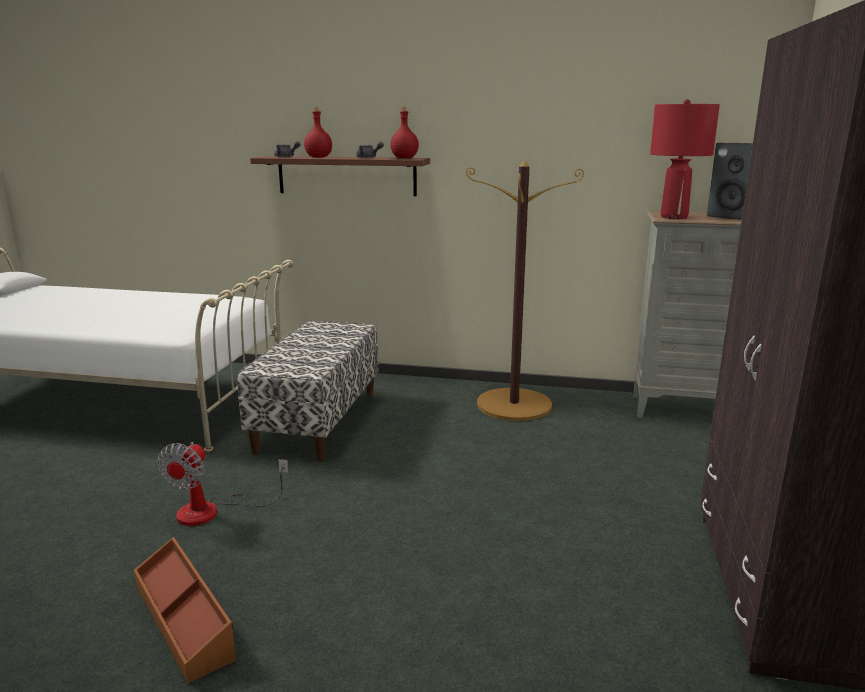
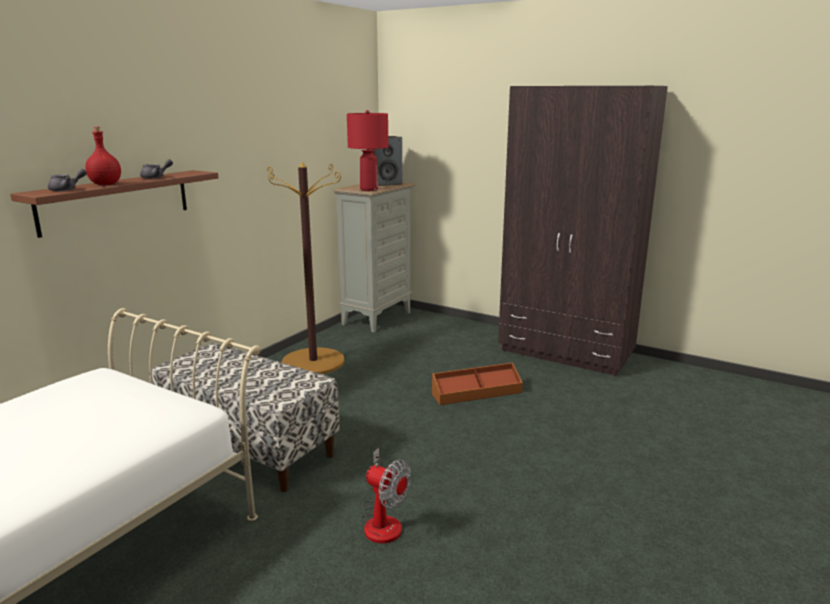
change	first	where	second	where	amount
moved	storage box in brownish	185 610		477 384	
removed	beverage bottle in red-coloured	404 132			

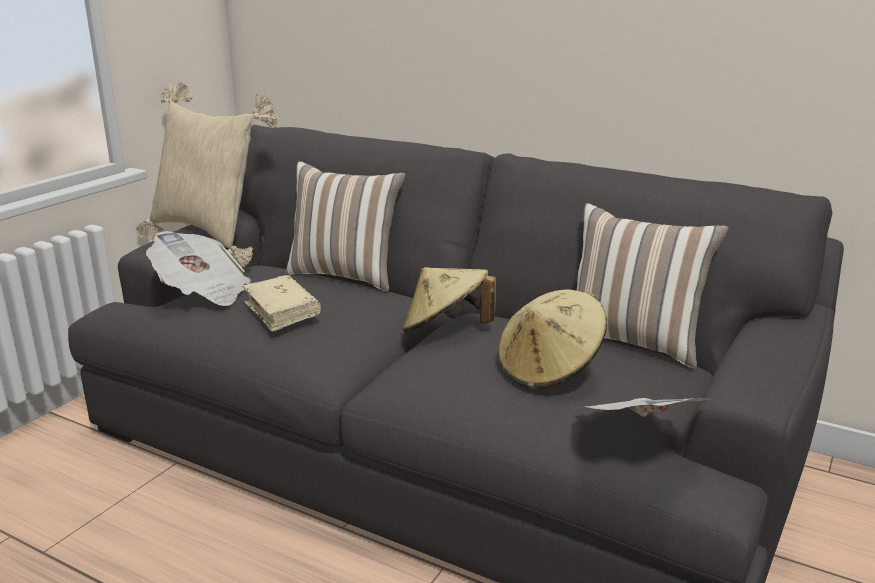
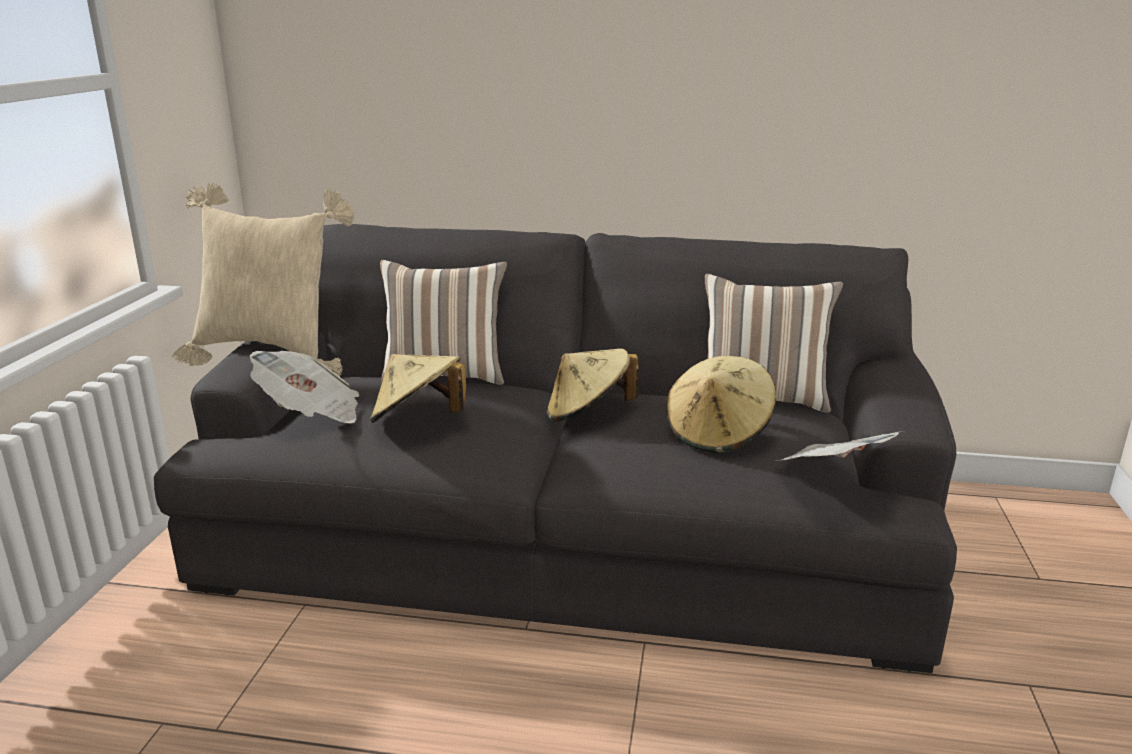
change	first	where	second	where	amount
replaced	volume in beige	281 303	hat in beige	418 388	

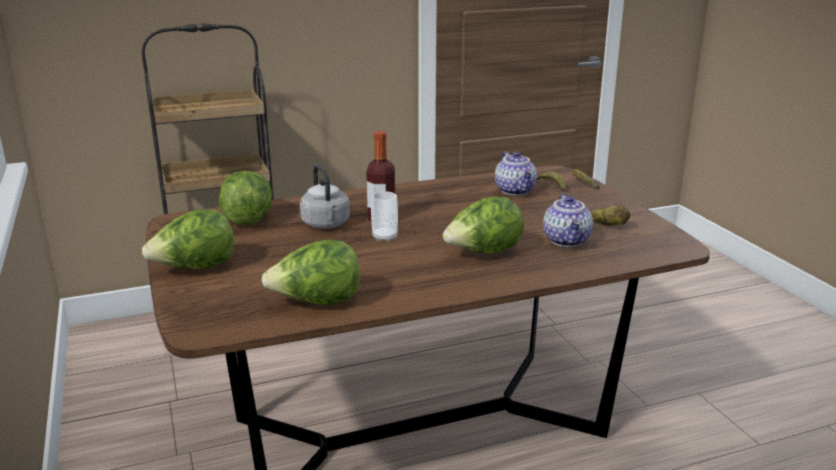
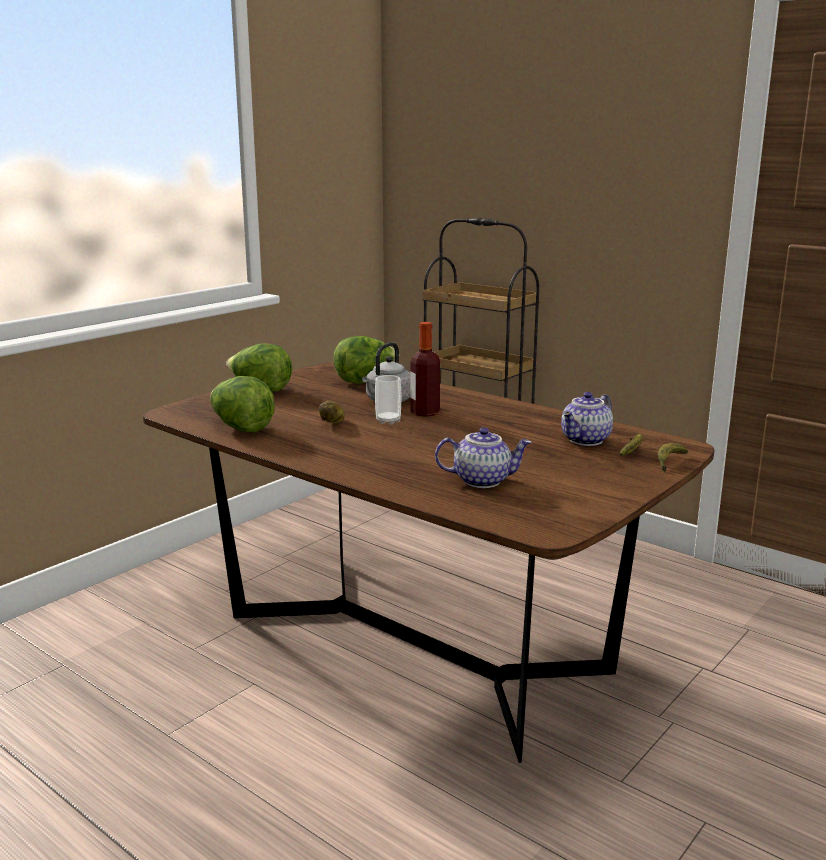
change	first	where	second	where	amount
removed	head of lettuce	483 225			
turned	teapot	568 220		483 457	150 degrees counterclockwise
moved	spud	610 215		332 412	

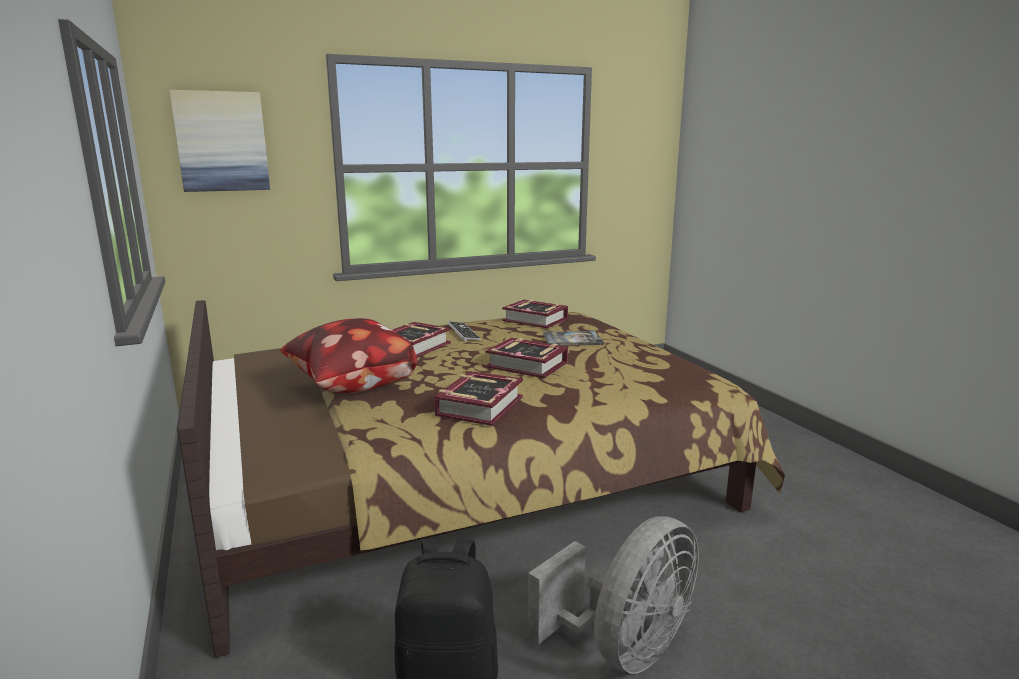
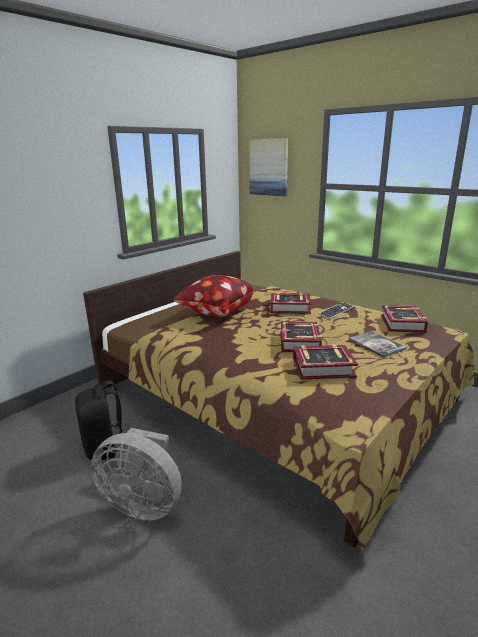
change	first	where	second	where	amount
moved	volume	478 398		325 362	

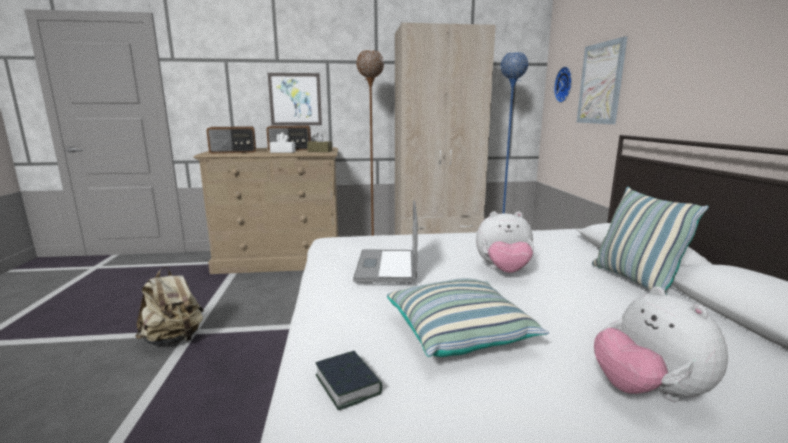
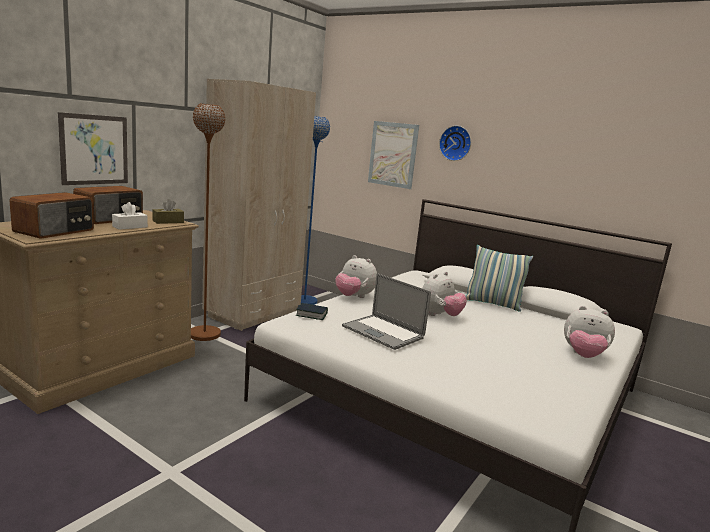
change	first	where	second	where	amount
removed	backpack in beige	169 306			
moved	volume	348 380		312 311	
removed	cushion	468 317			
moved	clock on the wall	563 85		455 143	
added			soft toy	356 276	

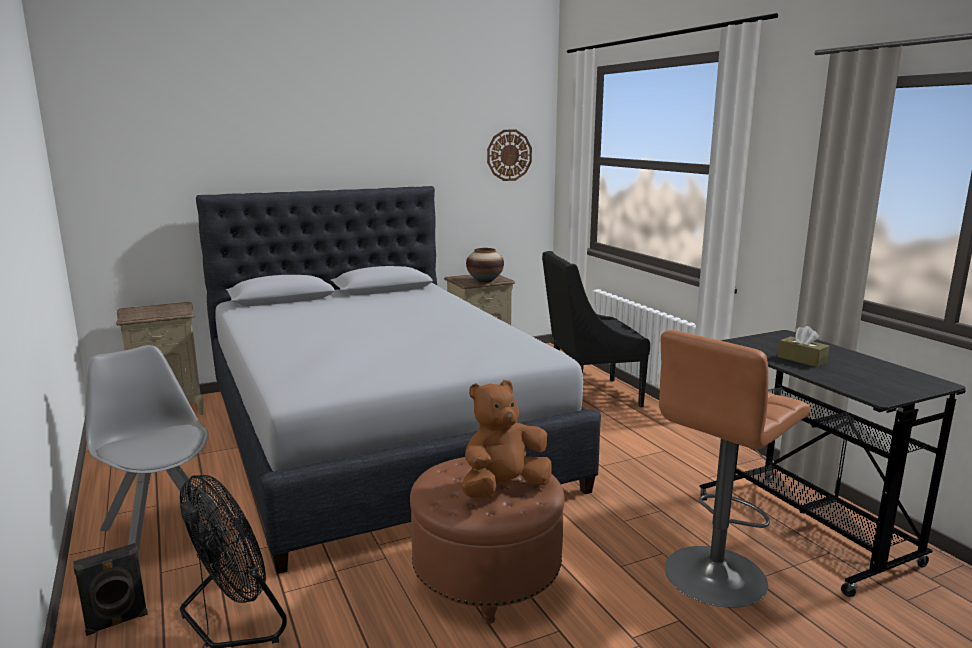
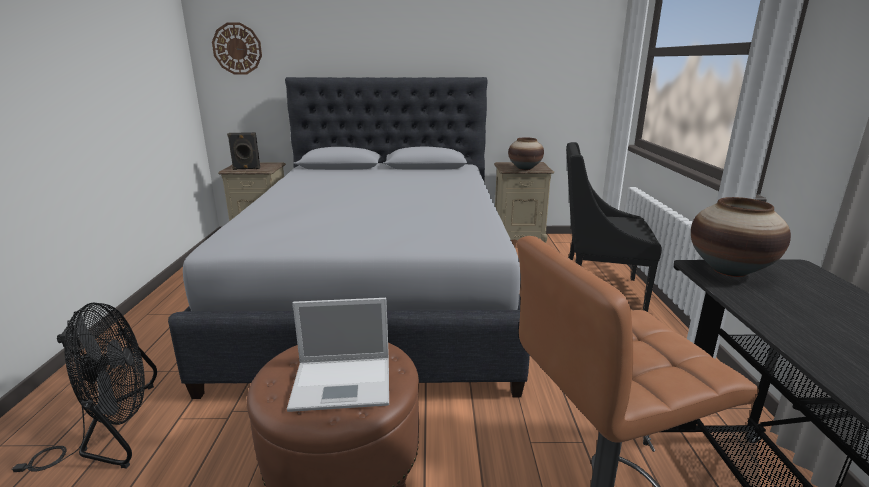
change	first	where	second	where	amount
moved	speaker in blackish	110 589		243 151	
removed	plain chair in greyish	156 449			
replaced	soft toy in brownish	507 439	portable computer	338 355	
moved	clock on the wall	509 155		237 48	
removed	box of tissues in brownish	804 346			
added			decorative vase	741 237	

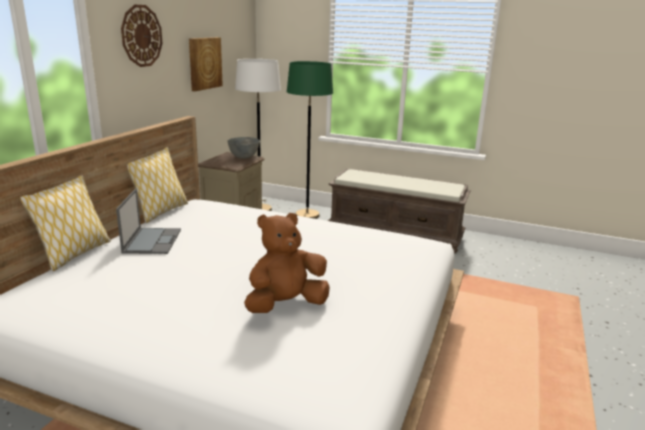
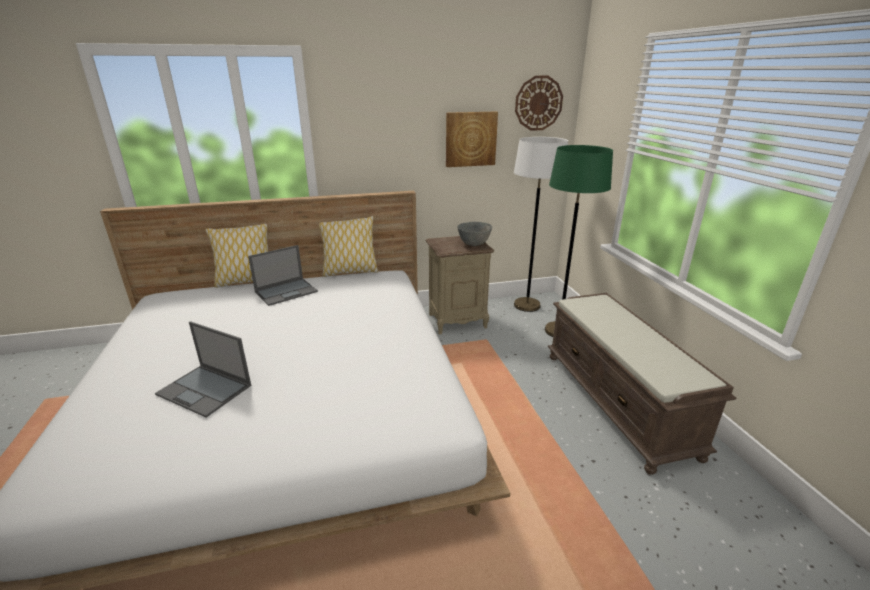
change	first	where	second	where	amount
moved	clock on the wall	142 36		539 103	
replaced	soft toy in brownish	287 263	portable computer	203 369	

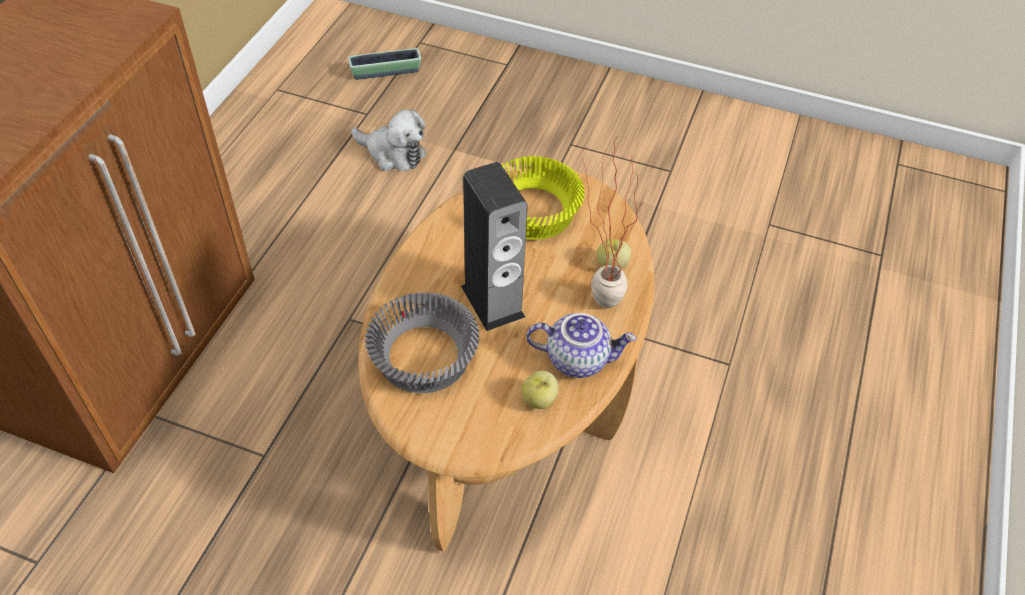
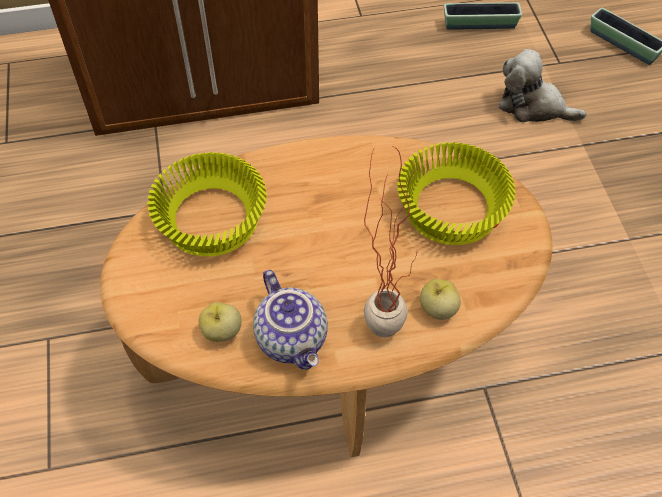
change	first	where	second	where	amount
turned	soft toy	388 140		543 85	120 degrees clockwise
recoloured	serving bowl in greyish	422 342	serving bowl in yellow	207 204	
removed	speaker	494 246			
added			plant pot	483 16	

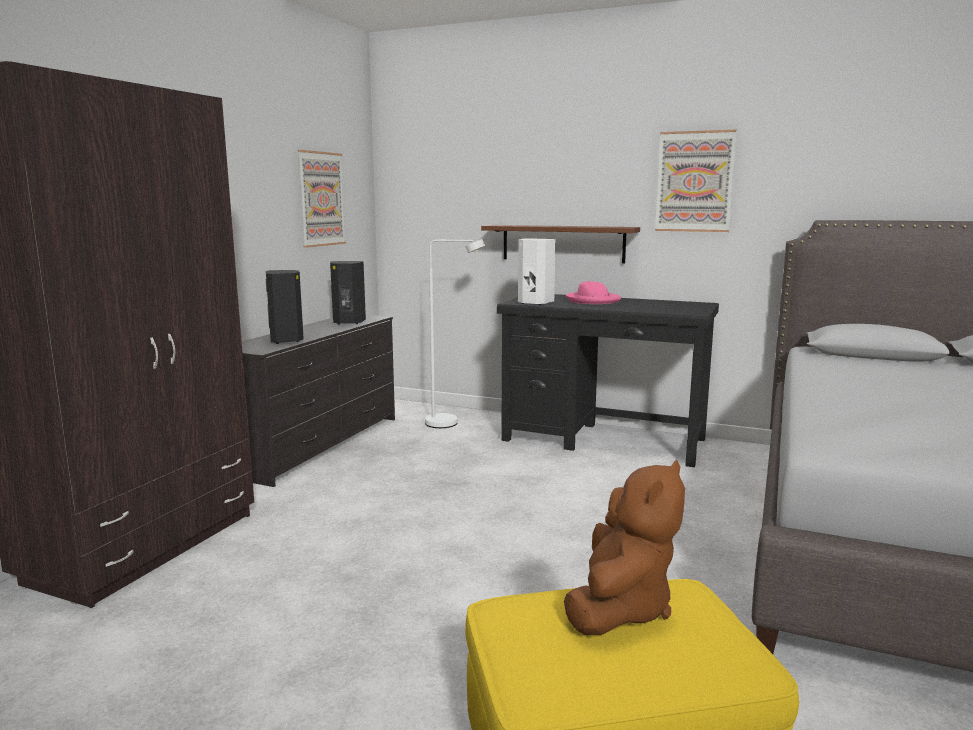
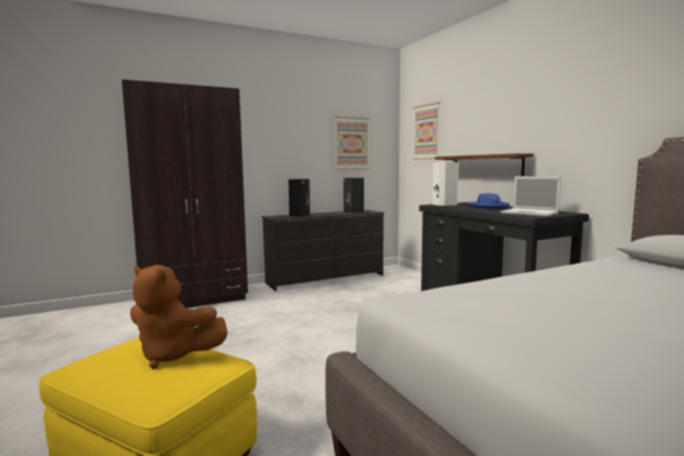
change	first	where	second	where	amount
removed	standing lamp in white-coloured	455 333			
turned	soft toy in brownish	624 547		179 317	45 degrees clockwise
recoloured	hat in pinkish	593 292	hat in blue-coloured	489 201	
moved	wall picture	696 180		427 130	
added			portable computer	531 196	

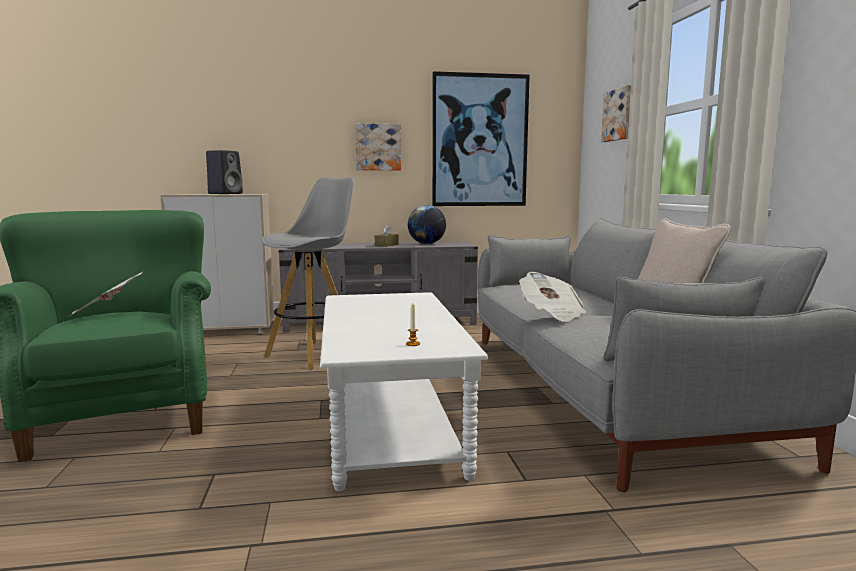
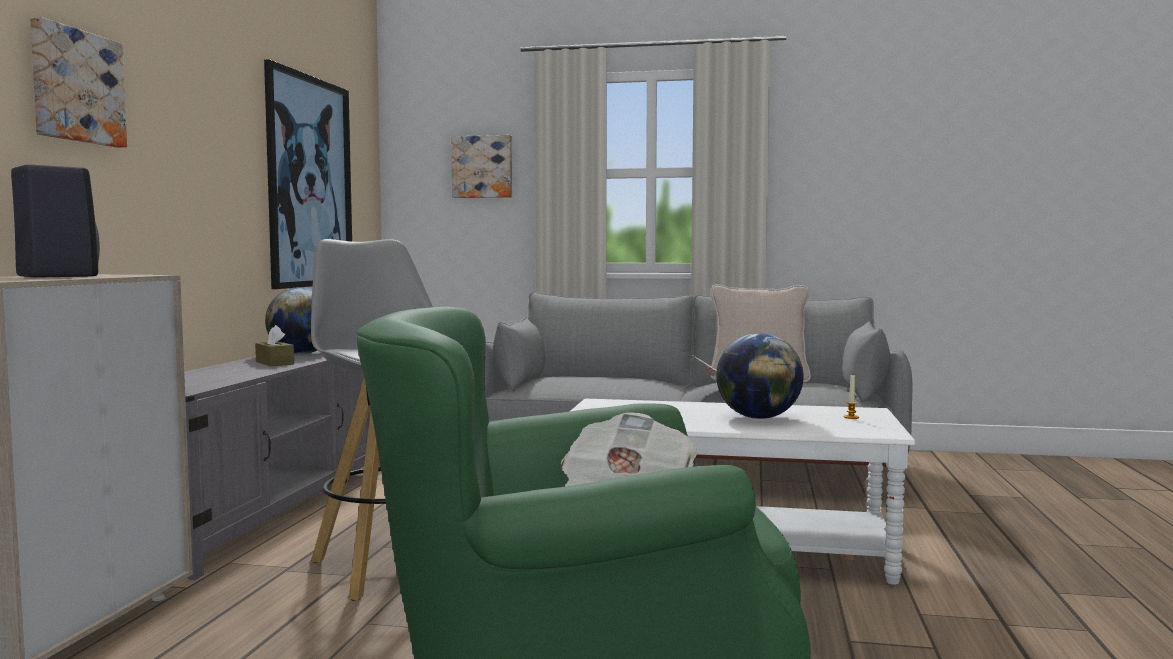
change	first	where	second	where	amount
moved	wall picture	378 146		78 82	
added			globe	760 376	

